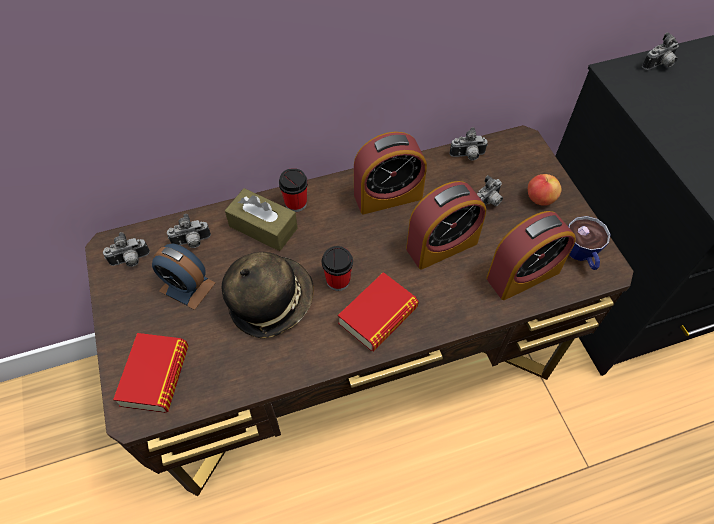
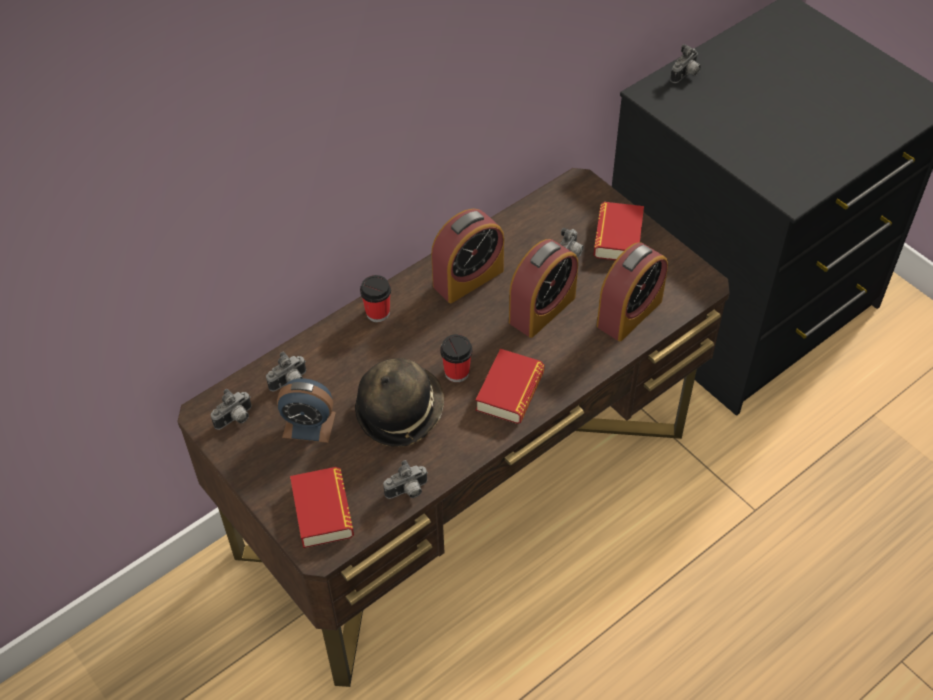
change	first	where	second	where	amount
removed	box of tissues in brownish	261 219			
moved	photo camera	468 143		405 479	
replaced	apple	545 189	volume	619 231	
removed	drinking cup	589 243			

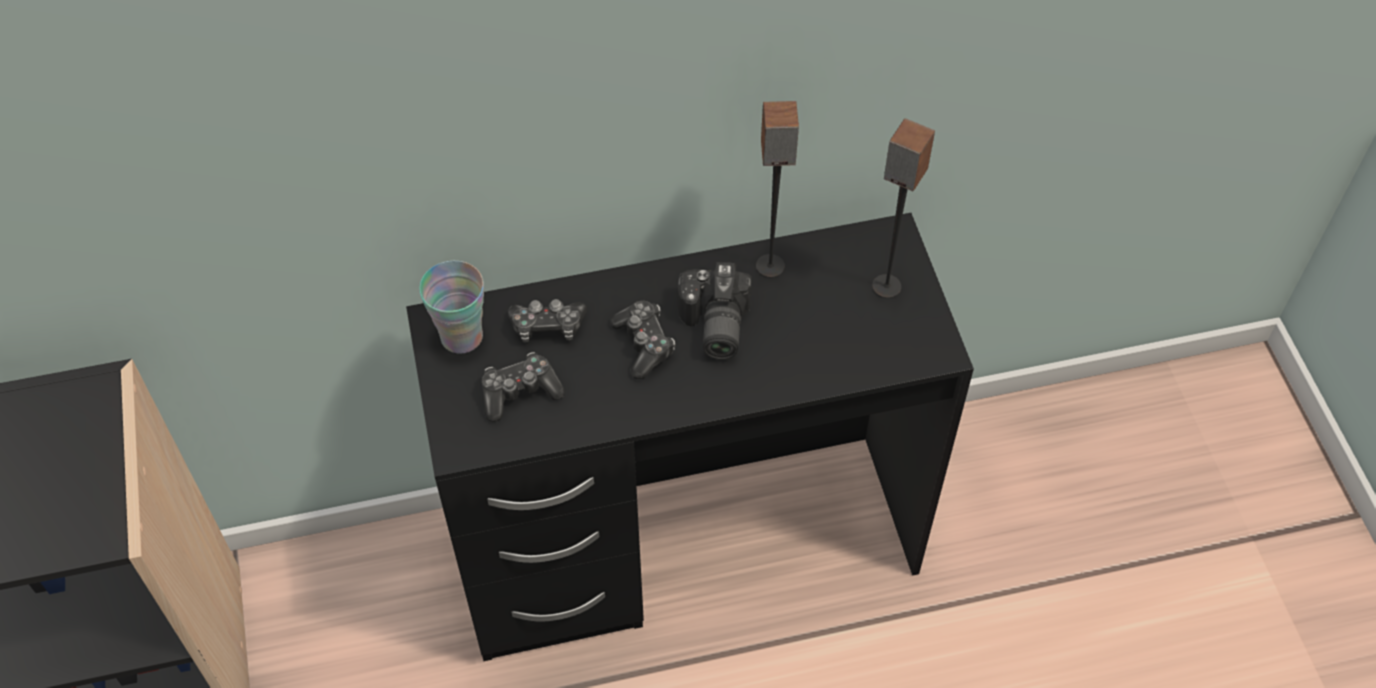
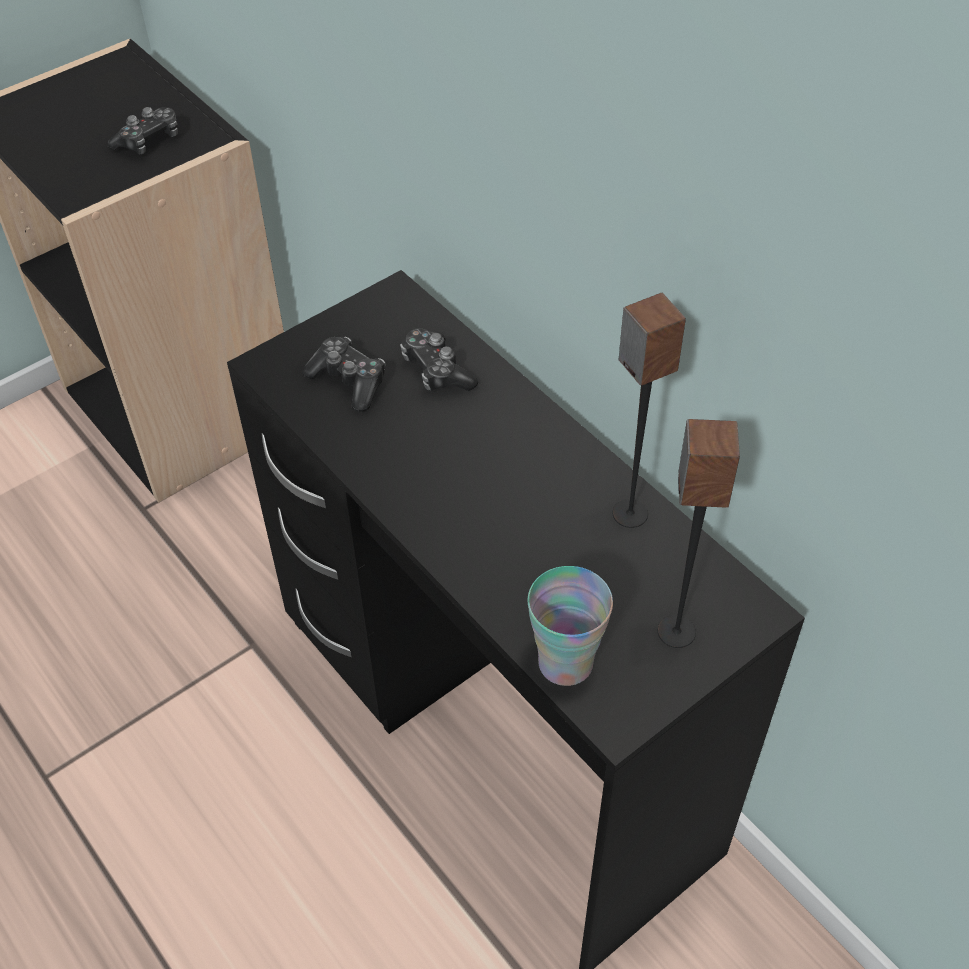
change	first	where	second	where	amount
moved	drinking cup	451 307		570 626	
moved	gamepad	642 340		142 131	
removed	photo camera	714 311			

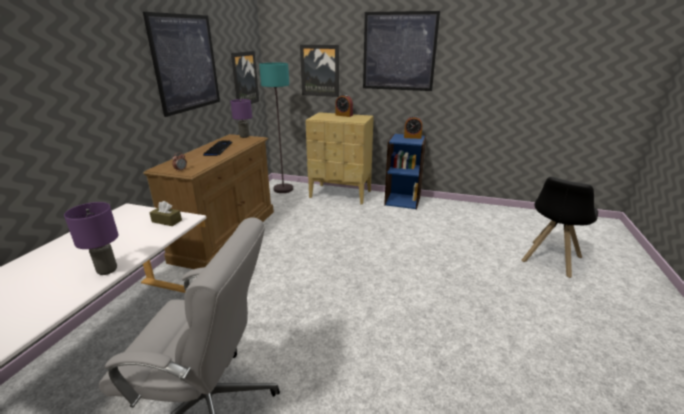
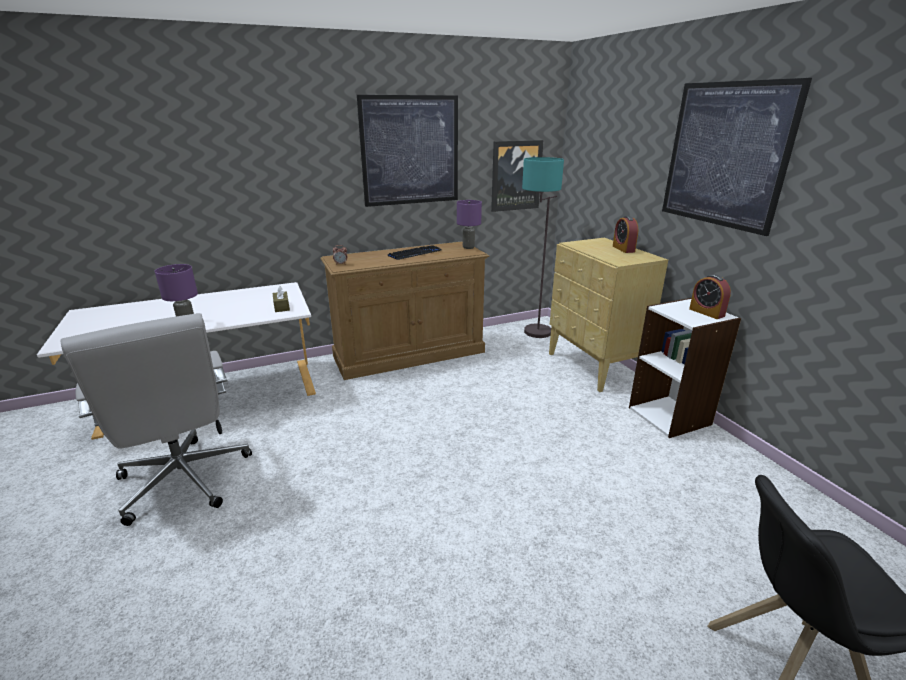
change	first	where	second	where	amount
removed	wall picture	319 71			
recoloured	shelving unit in blue-coloured	405 171	shelving unit in white-coloured	685 368	

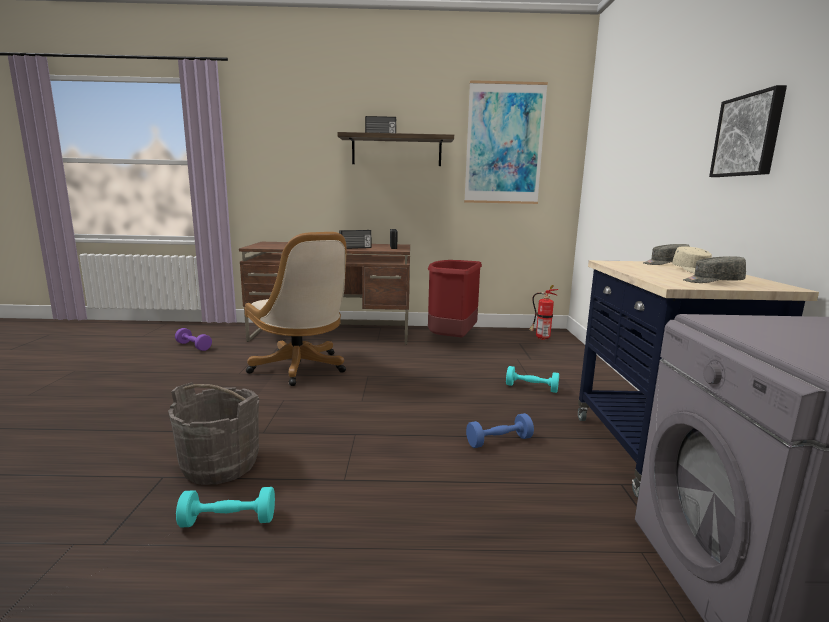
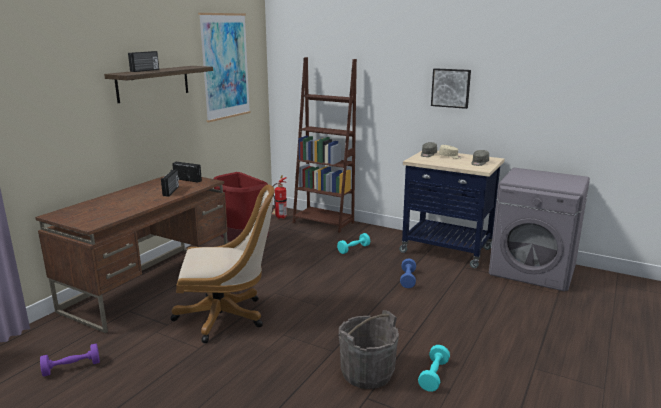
change	first	where	second	where	amount
added			shelving unit in brownish	325 145	

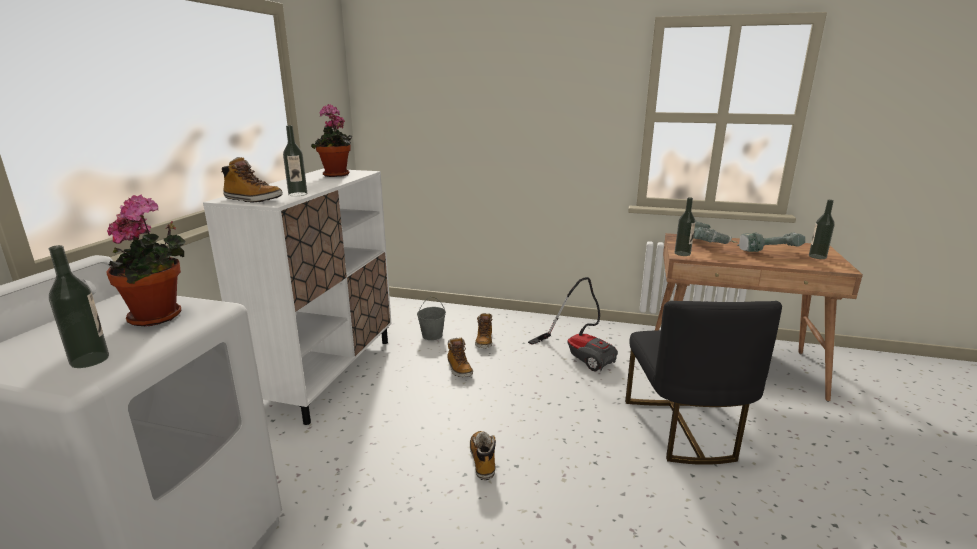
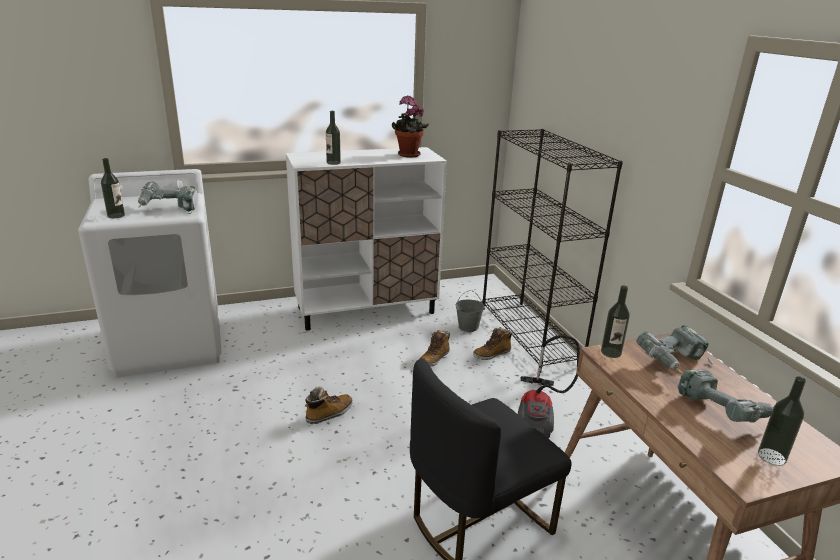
change	first	where	second	where	amount
replaced	houseplant	145 260	electric drill	168 197	
removed	high-top boot	252 180			
added			shelving unit in blackish	552 251	

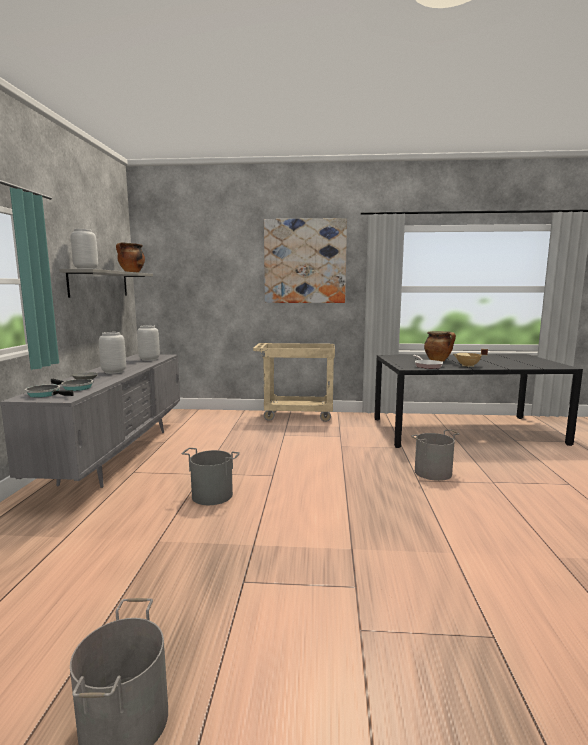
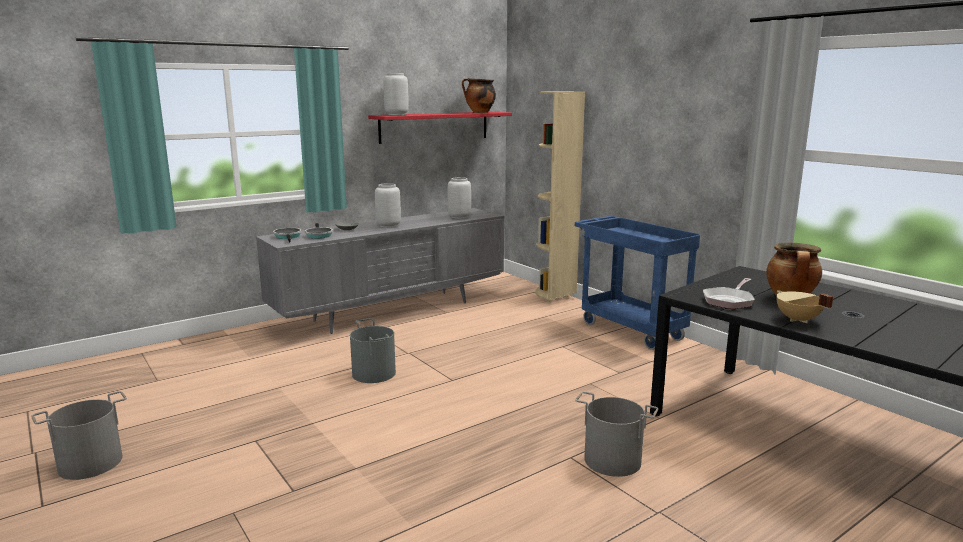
change	first	where	second	where	amount
recoloured	shelf in greyish	106 283	shelf in red-coloured	440 128	
recoloured	cart in beige	294 382	cart in blue-coloured	637 283	
removed	wall picture	305 260			
added			shelving unit in beige	560 197	

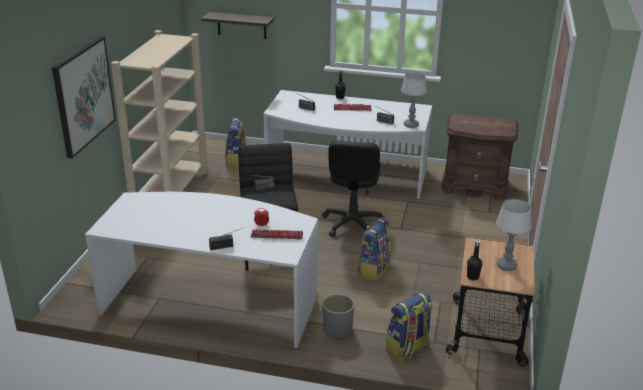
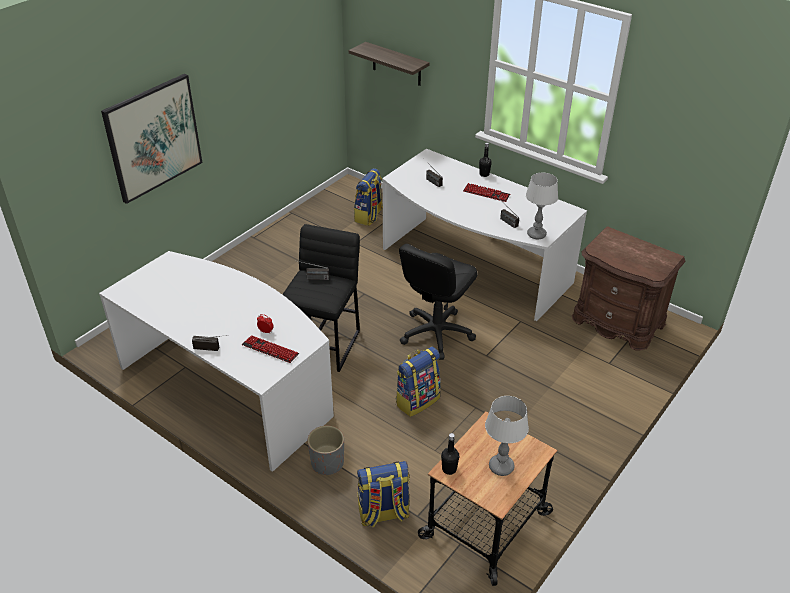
change	first	where	second	where	amount
removed	shelving unit in beige	159 111			

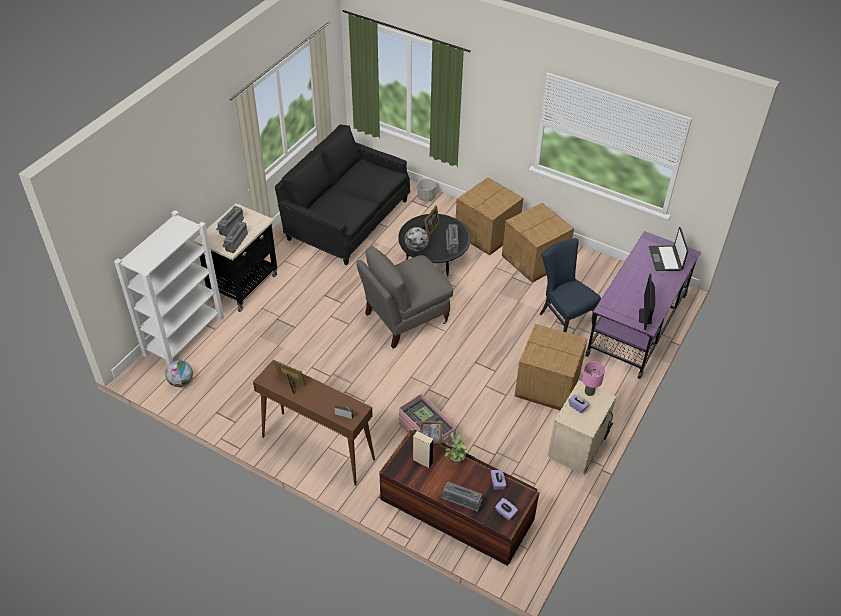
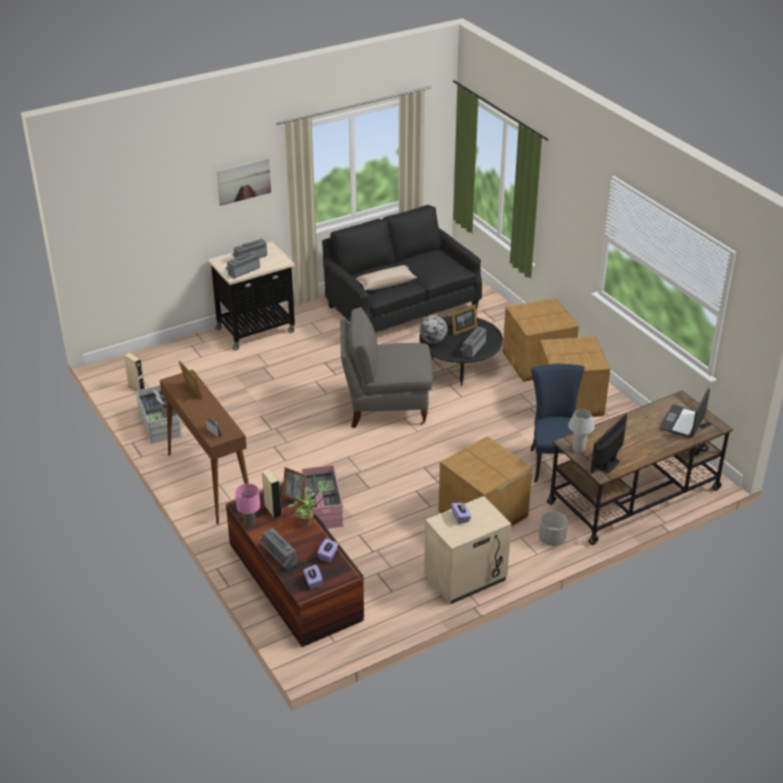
change	first	where	second	where	amount
removed	shelving unit in white-coloured	169 288			
replaced	globe	179 373	speaker in beige	134 372	
moved	plant pot in greyish	426 190		553 528	
moved	table lamp in pinkish	593 378		247 505	
recoloured	desk unit in purple-coloured	643 305	desk unit in brownish	640 468	
added			storage box in greyish	159 414	
added			wall picture	243 182	
added			cushion in beige	386 278	
added			table lamp in white-coloured	581 430	

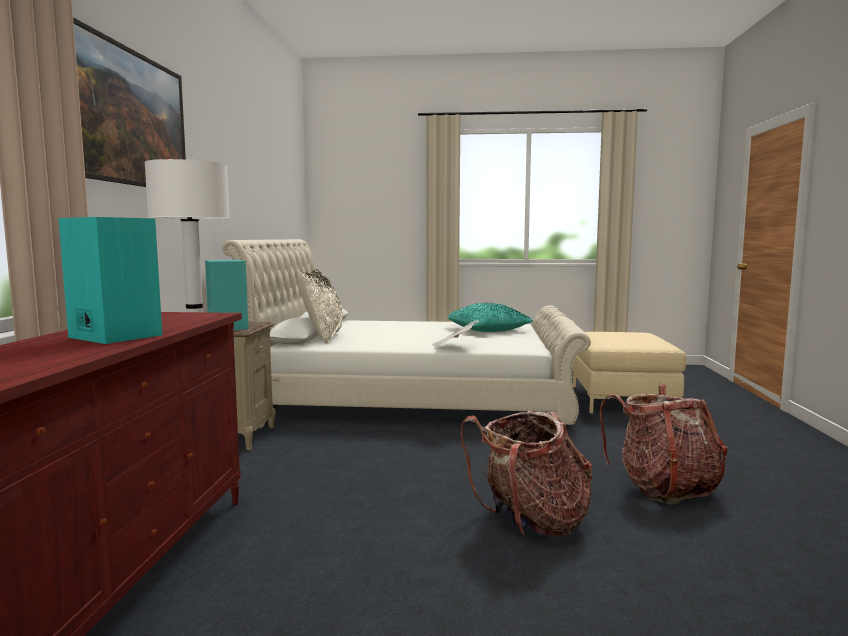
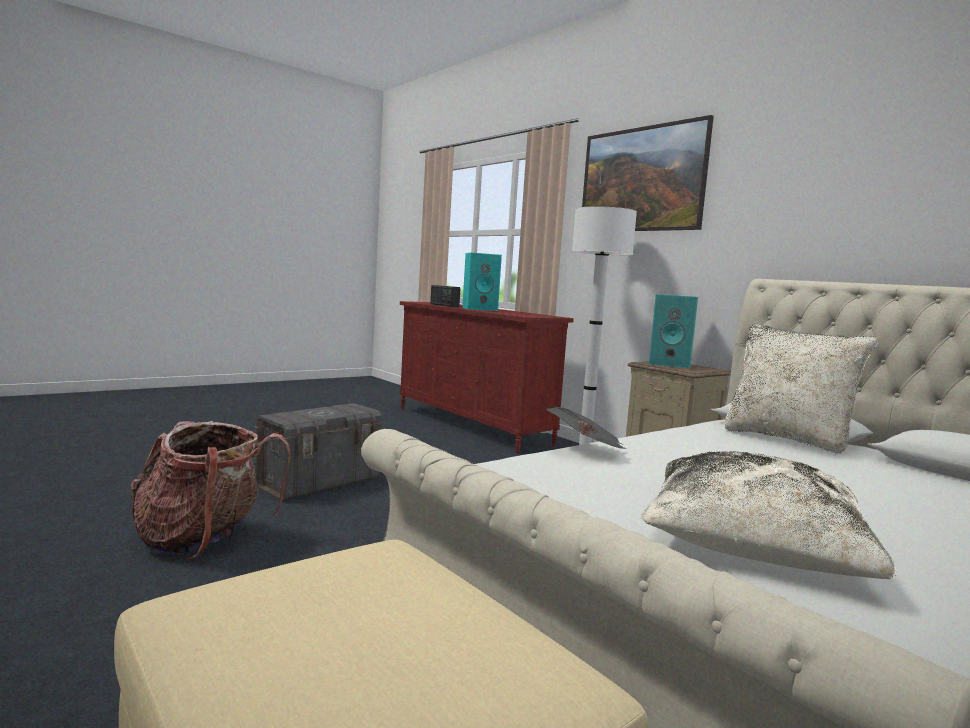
change	first	where	second	where	amount
recoloured	cushion in turquoise-coloured	490 317	cushion in beige	769 515	
replaced	backpack	526 473	storage box in greyish	318 452	
added			radio receiver	445 296	

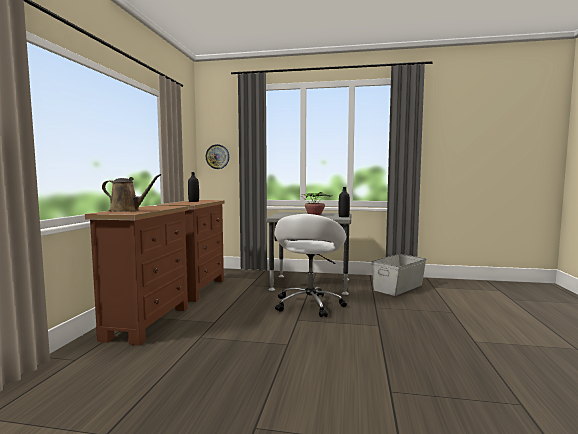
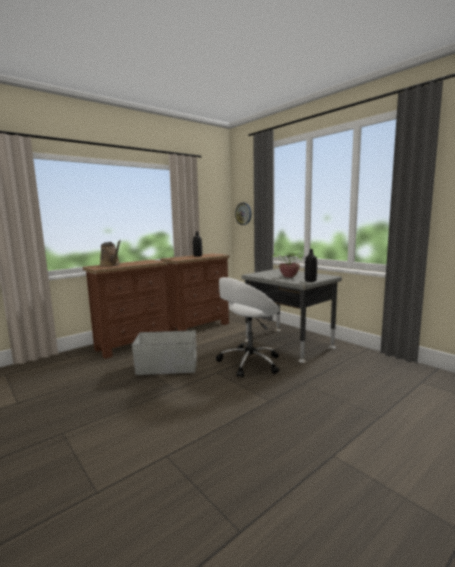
change	first	where	second	where	amount
moved	storage box in greyish	398 275		164 352	

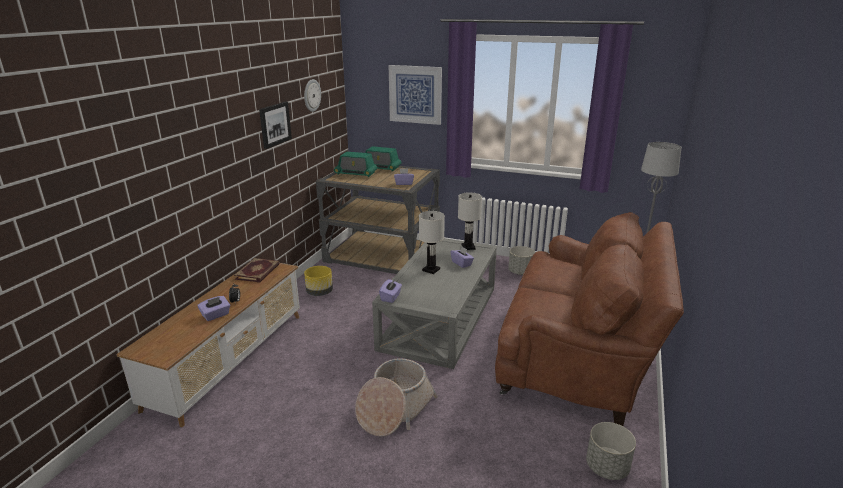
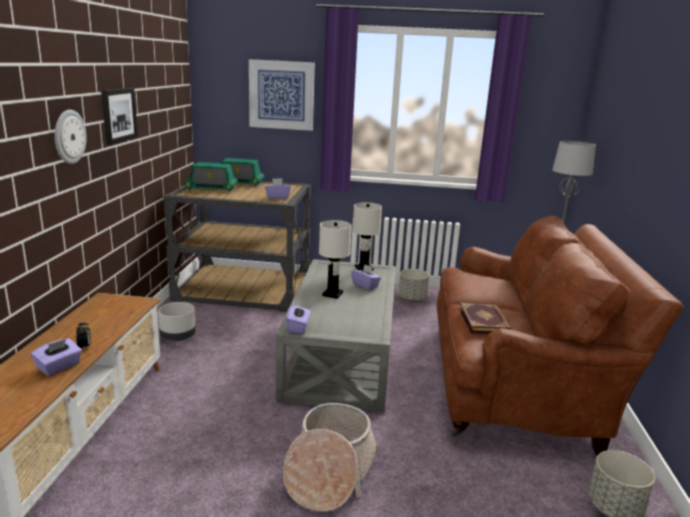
change	first	where	second	where	amount
moved	volume	256 270		485 317	
moved	clock on the wall	312 95		71 137	
recoloured	plant pot in yellow	318 281	plant pot in greyish	177 321	

